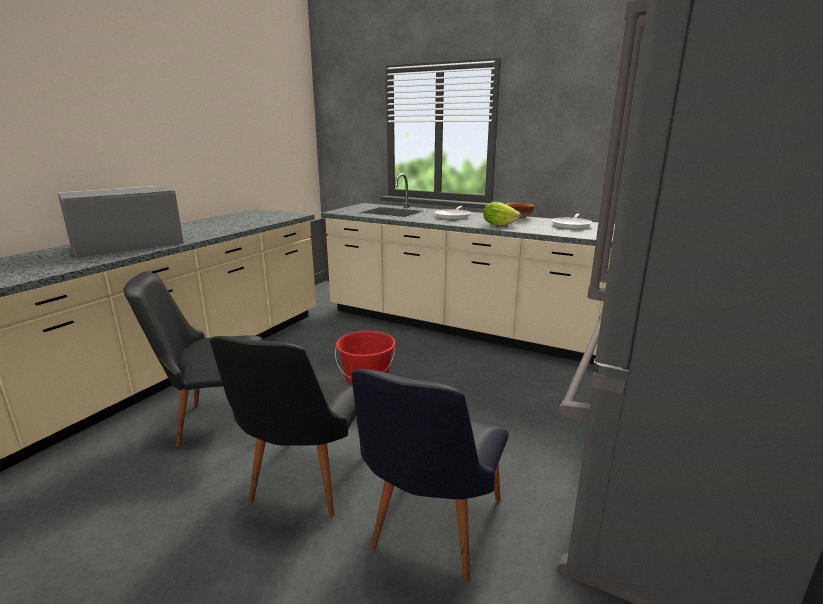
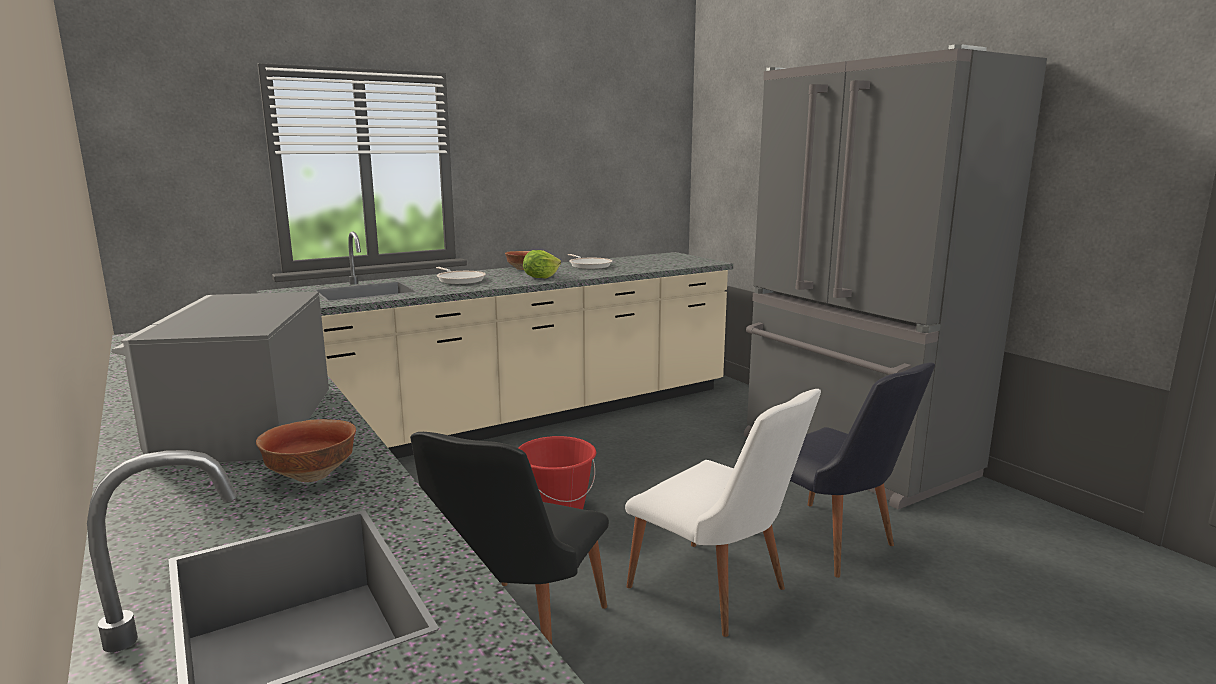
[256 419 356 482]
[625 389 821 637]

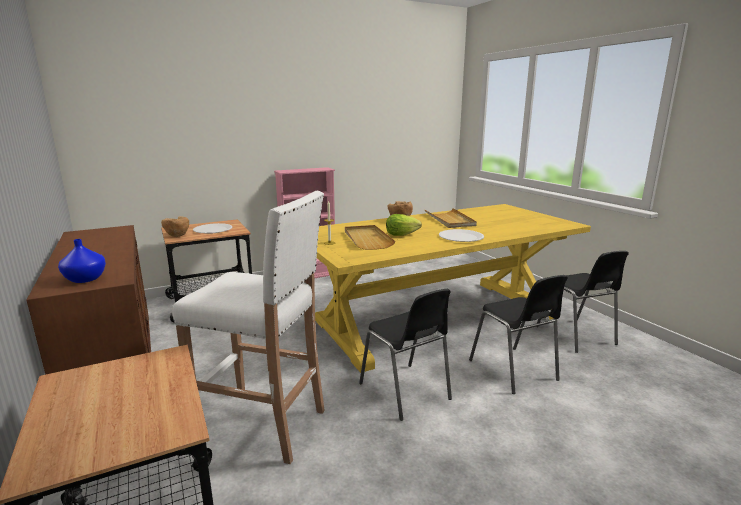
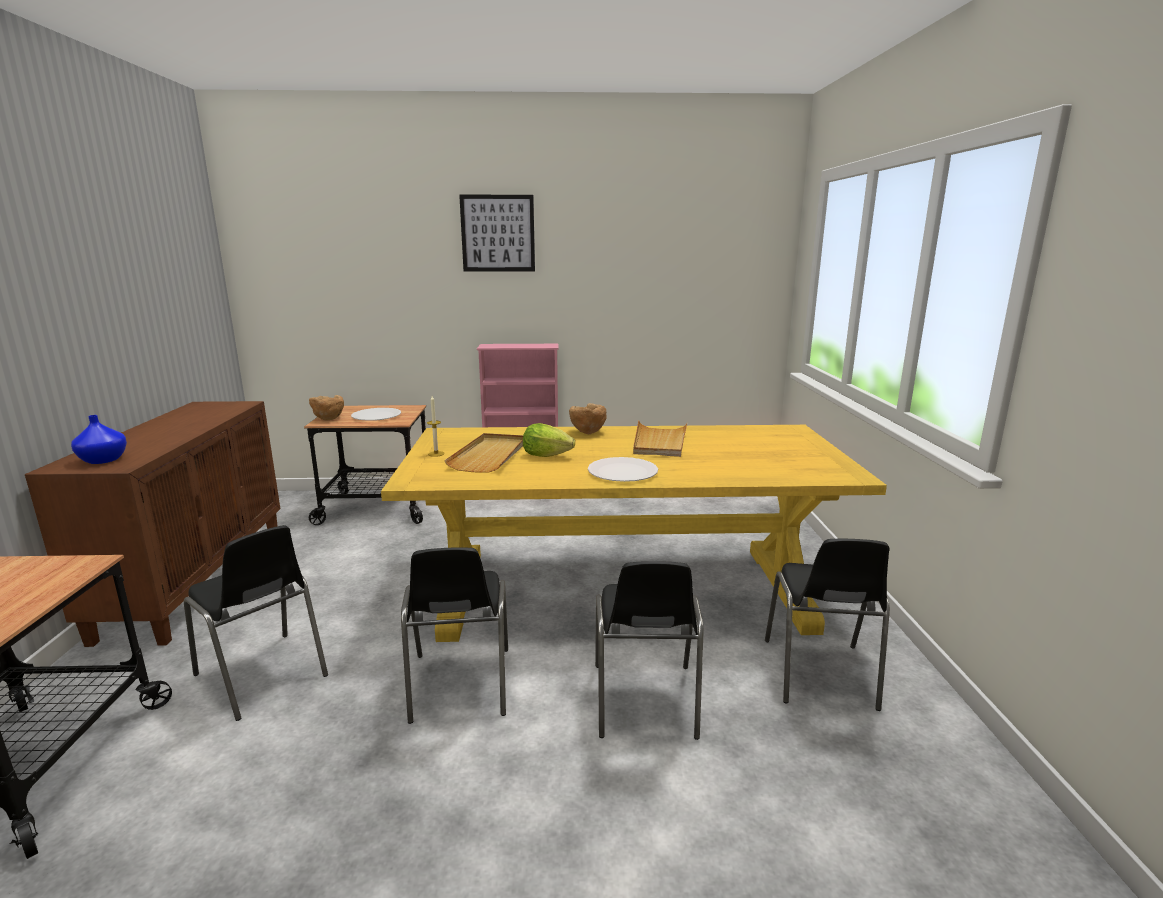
[184 525 328 721]
[459 195 535 272]

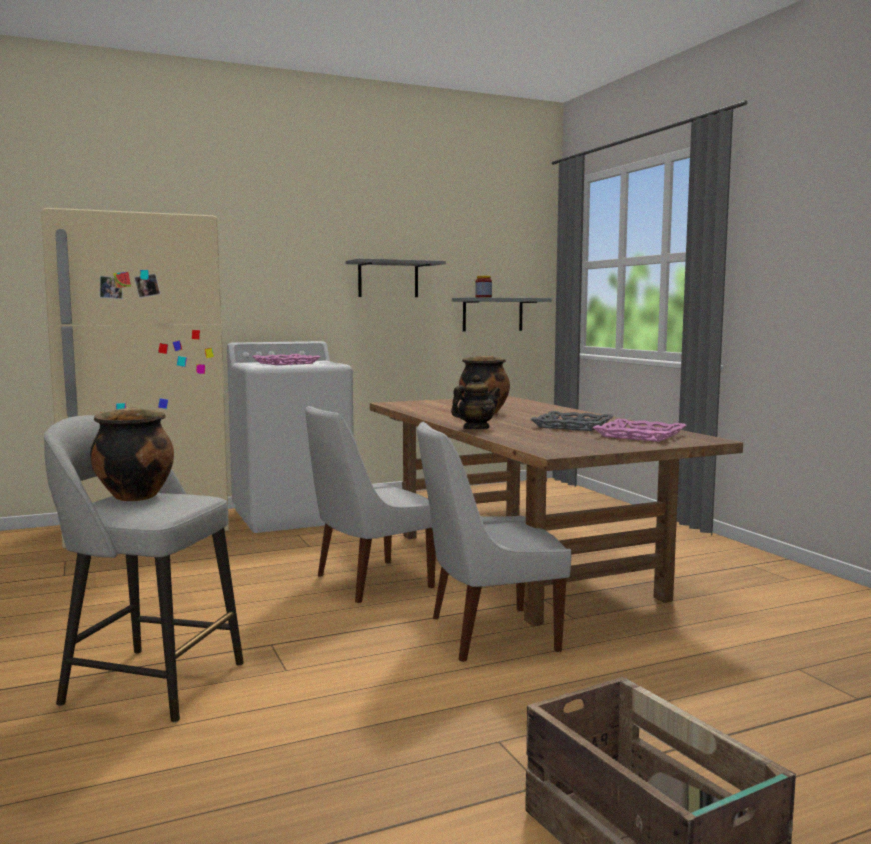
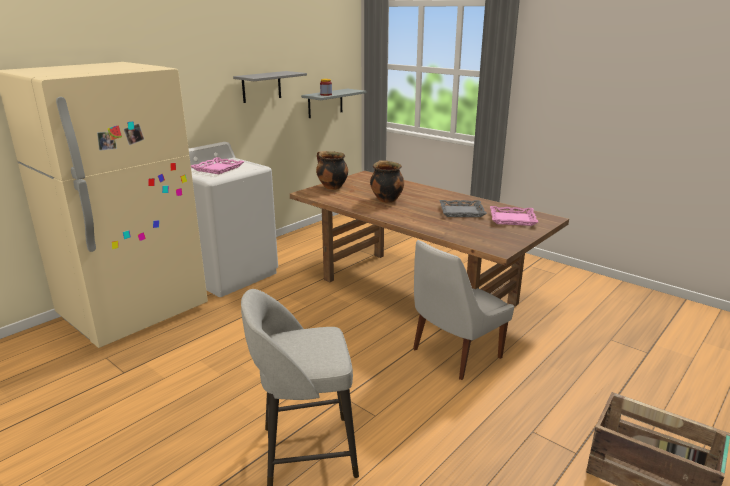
[316 151 348 190]
[305 406 436 603] (first image)
[451 375 500 429] (first image)

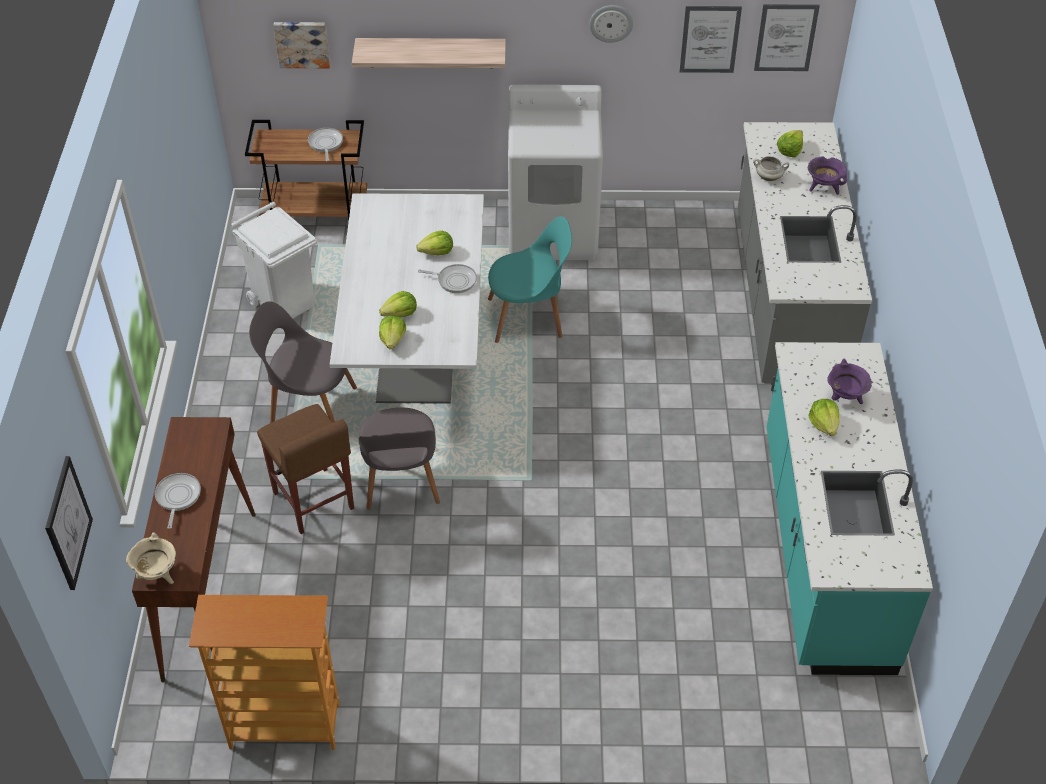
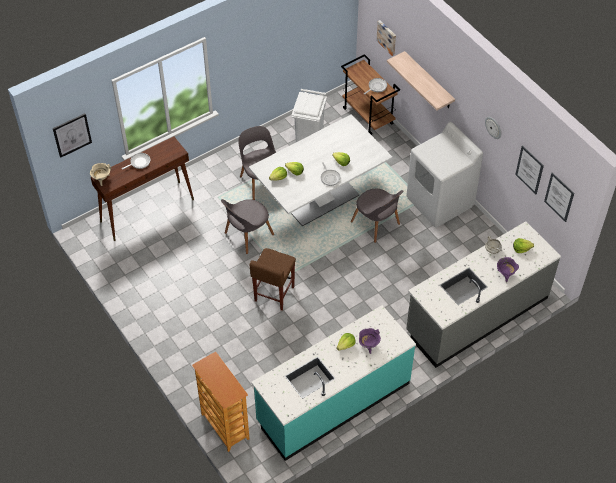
[192 351 249 452]
[250 248 296 311]
[351 189 403 243]

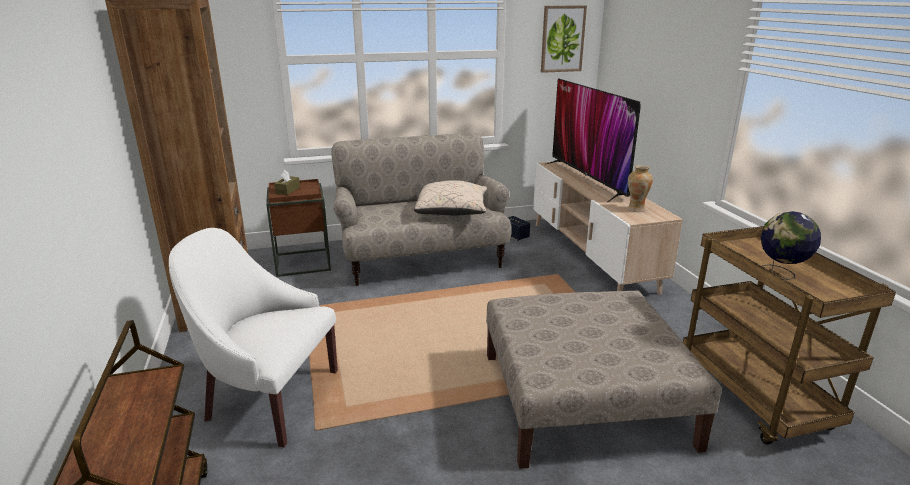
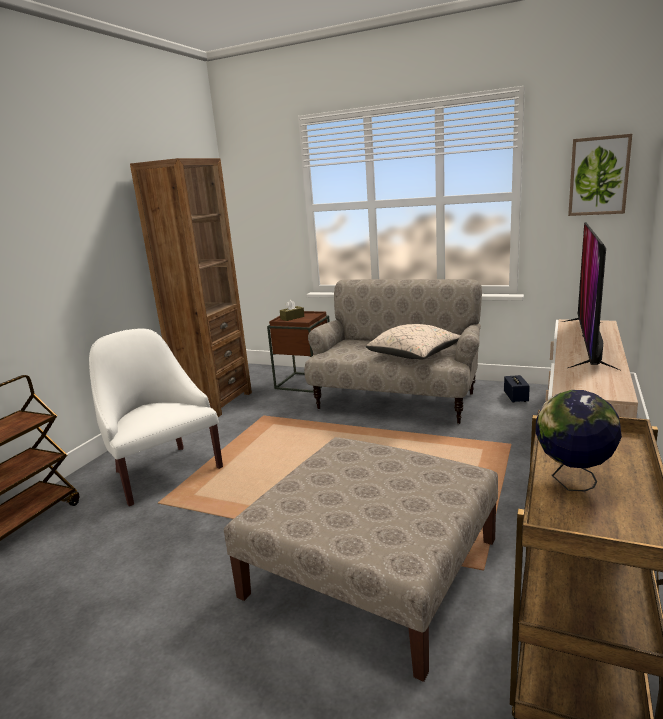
[628 165 653 212] (first image)

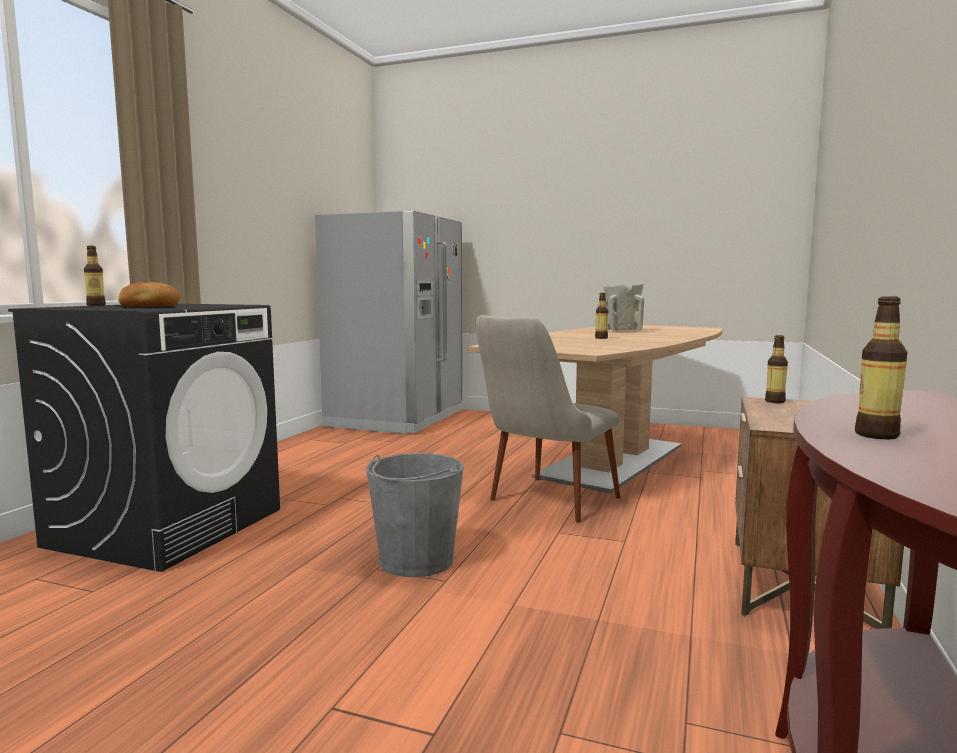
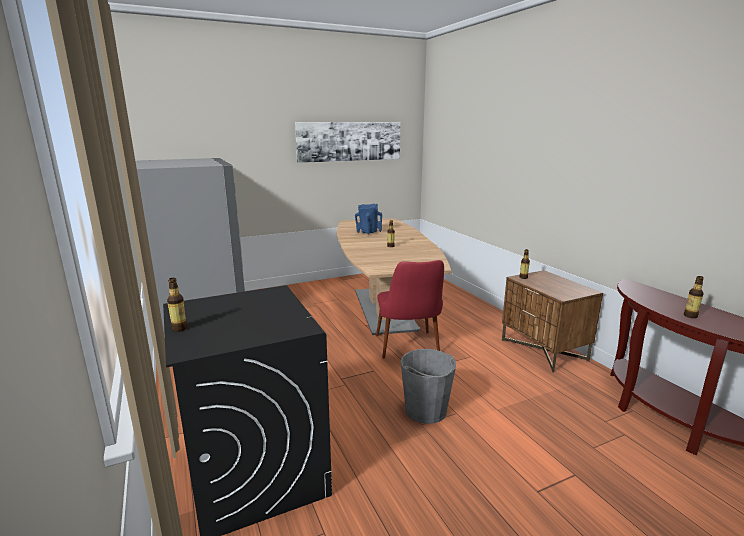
[295 122 400 163]
[355 204 382 234]
[376 260 444 359]
[118 282 180 306] (first image)

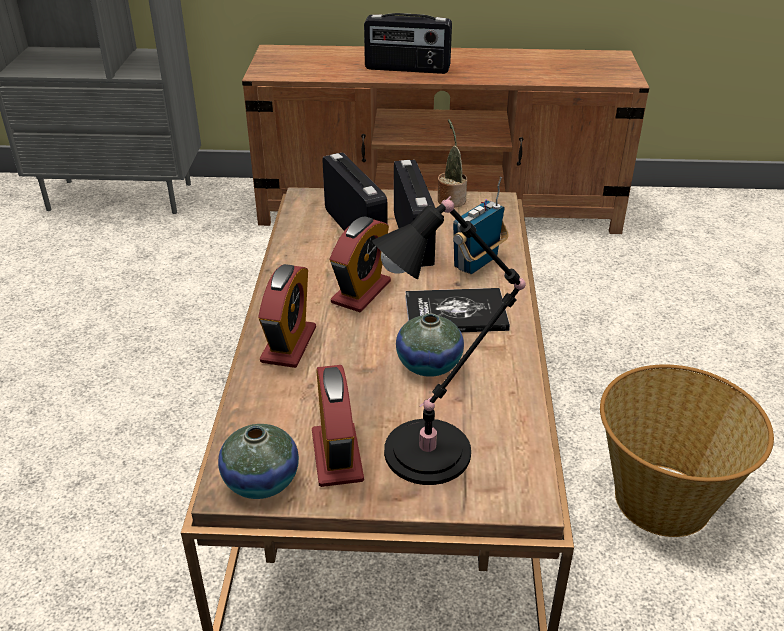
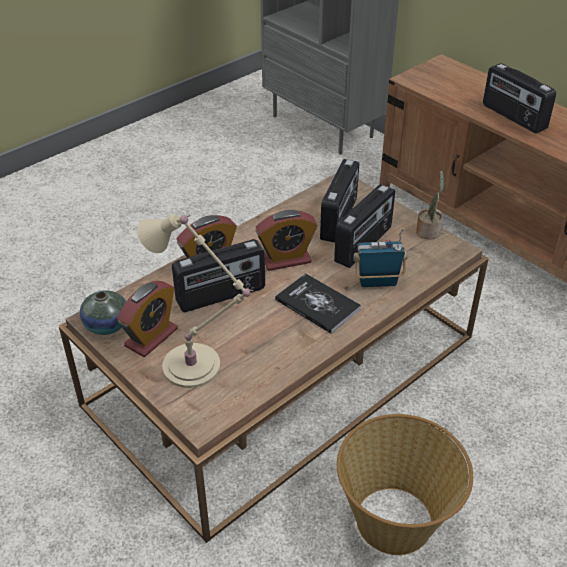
[137 214 254 388]
[172 239 265 312]
[396 314 464 377] (first image)

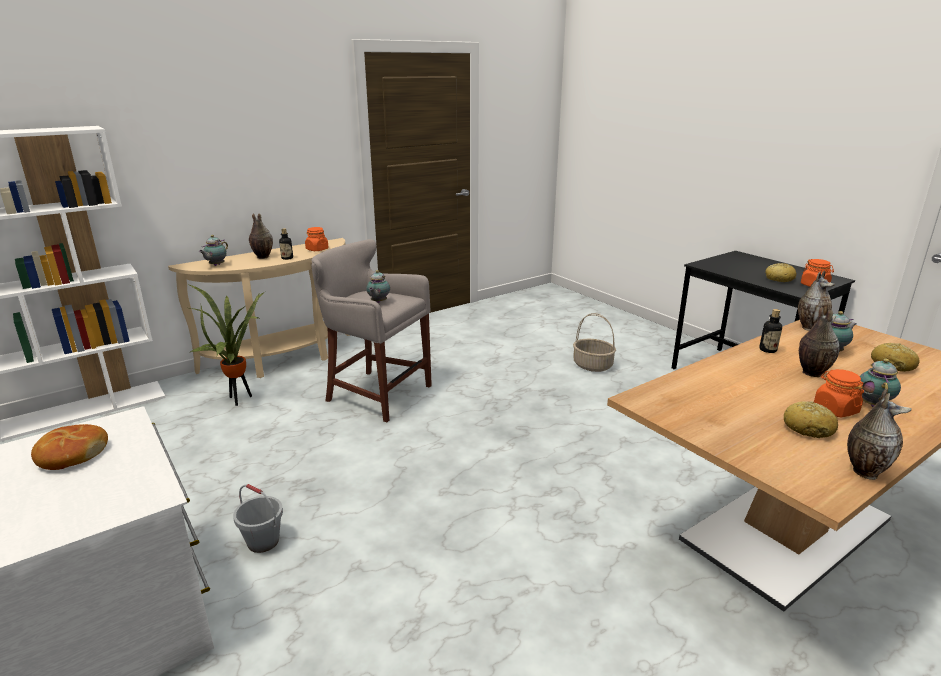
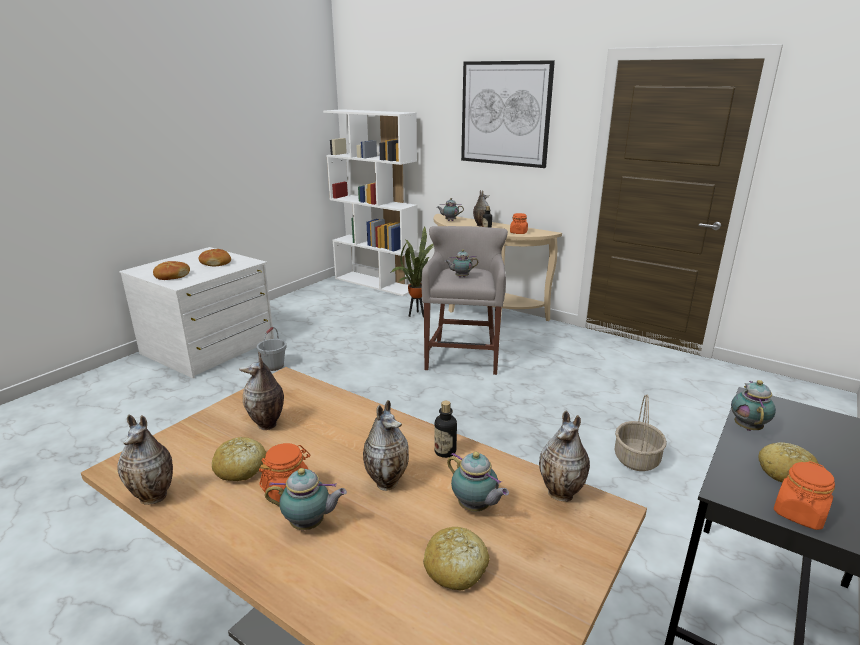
[153 261 190 280]
[239 352 284 430]
[461 60 555 168]
[731 380 776 431]

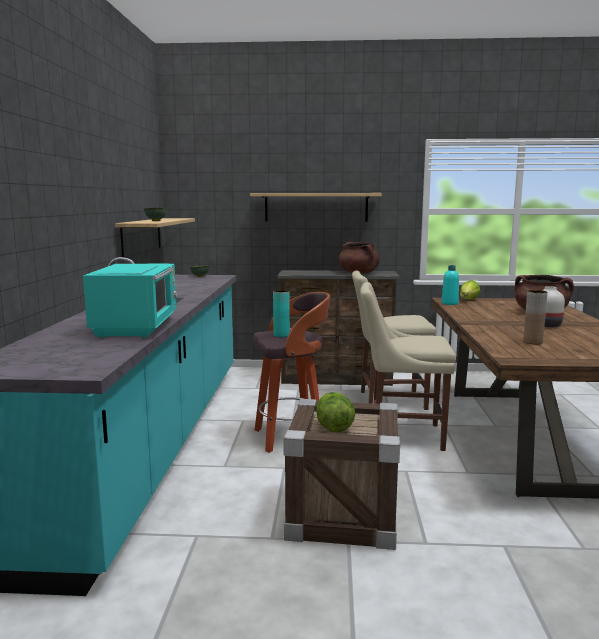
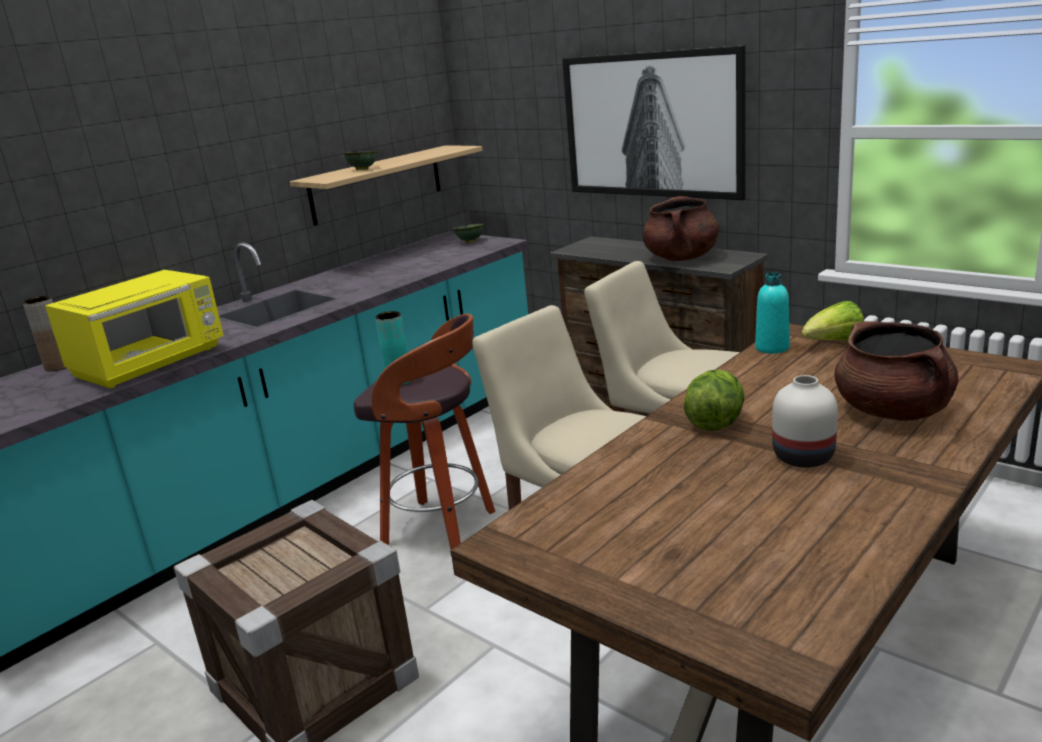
[23 296 66 371]
[45 270 223 389]
[562 45 745 200]
[684 369 744 431]

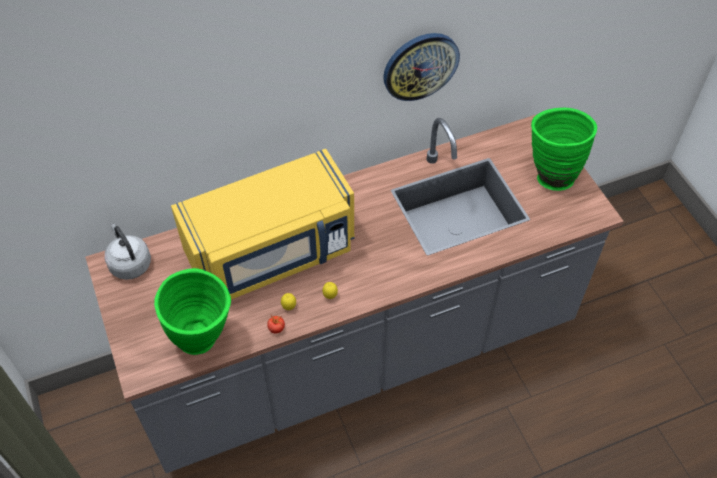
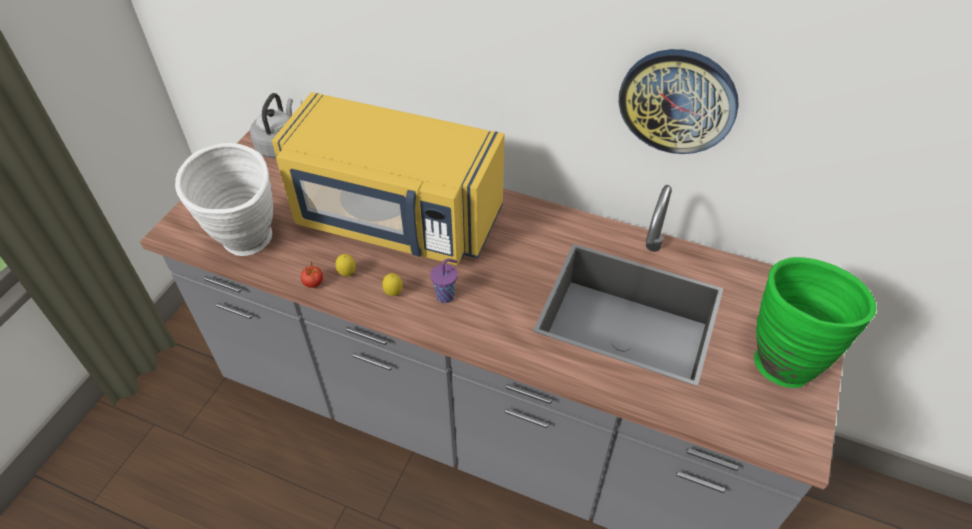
[175 143 274 256]
[430 258 457 303]

